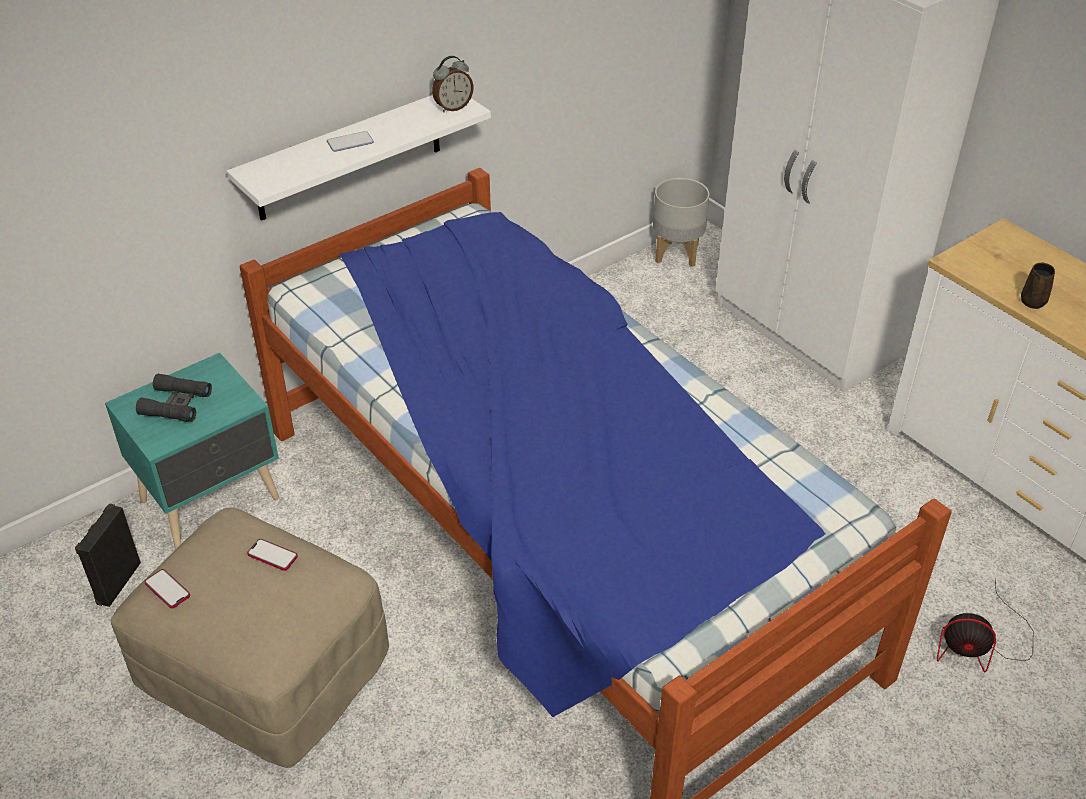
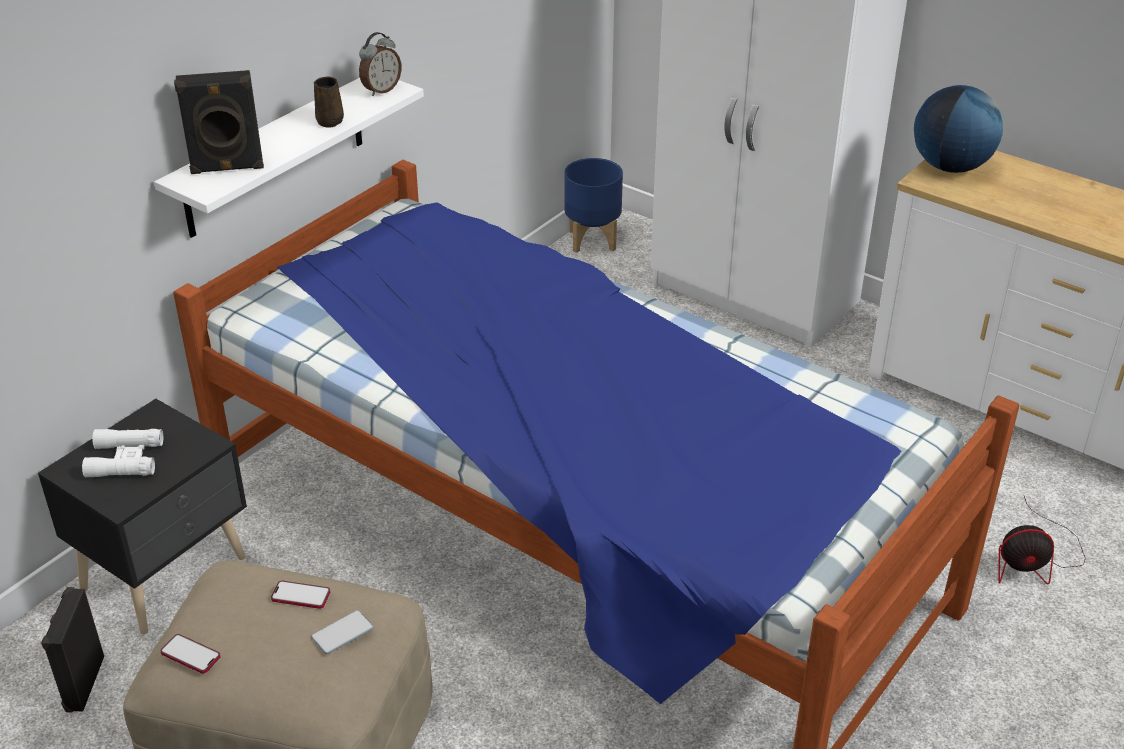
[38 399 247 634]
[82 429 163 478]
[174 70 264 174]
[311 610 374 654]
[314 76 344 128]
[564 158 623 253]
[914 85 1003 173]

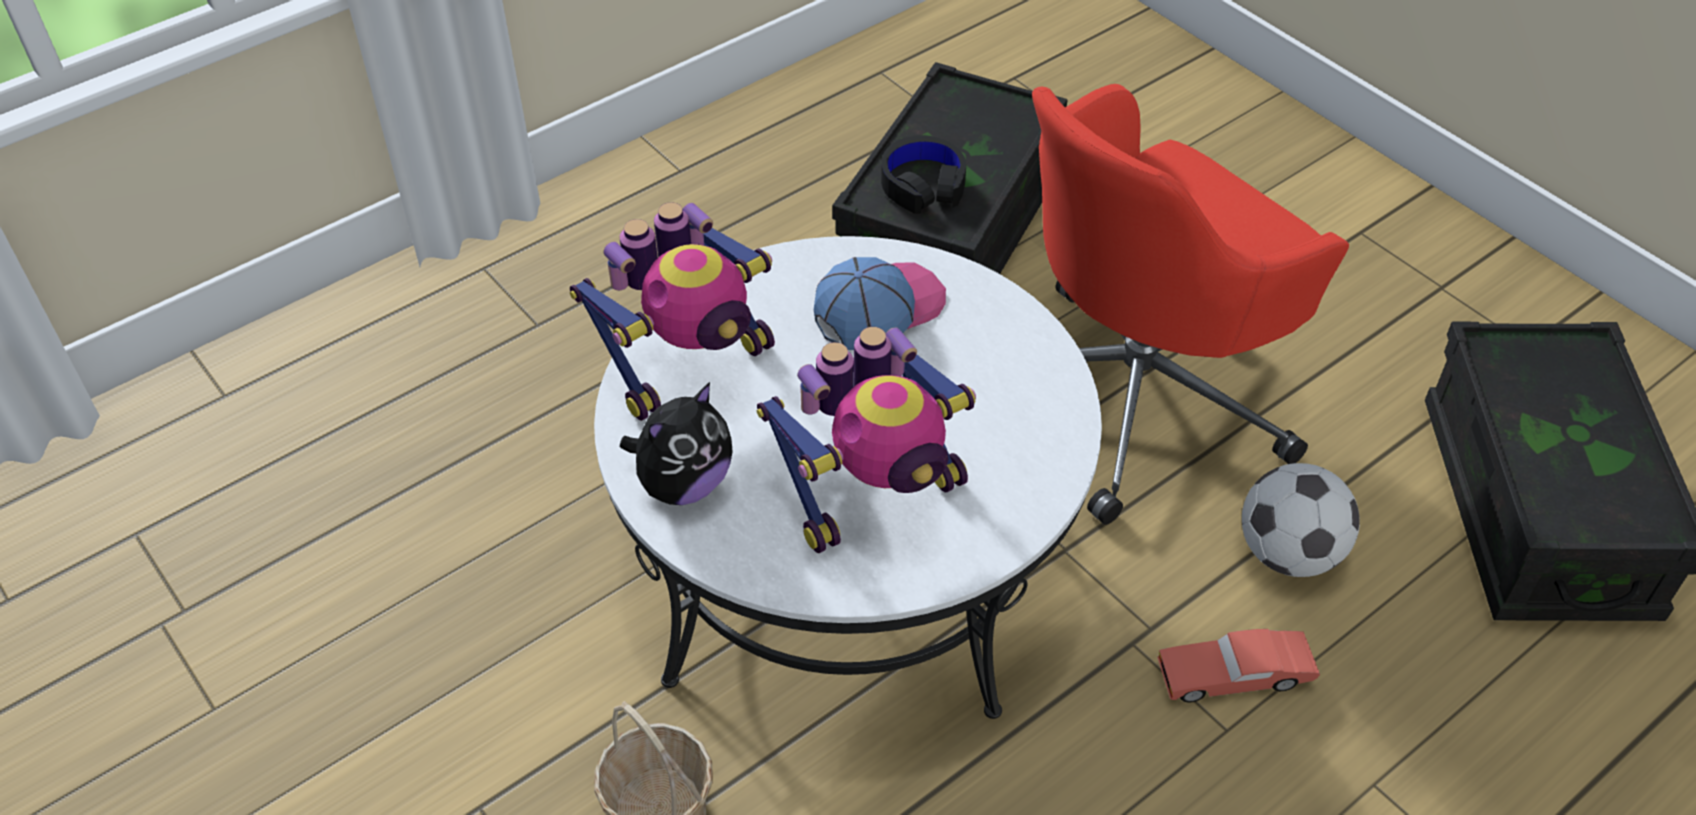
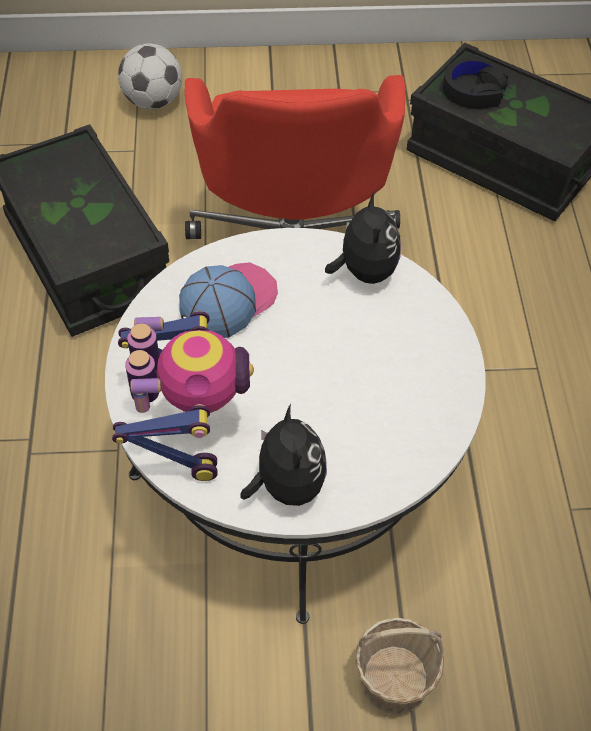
[118 43 182 109]
[179 262 278 338]
[325 191 401 284]
[443 58 508 109]
[757 327 976 553] (first image)
[1157 629 1320 703] (first image)

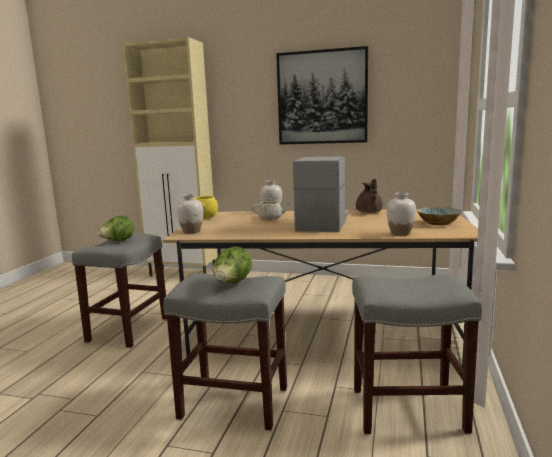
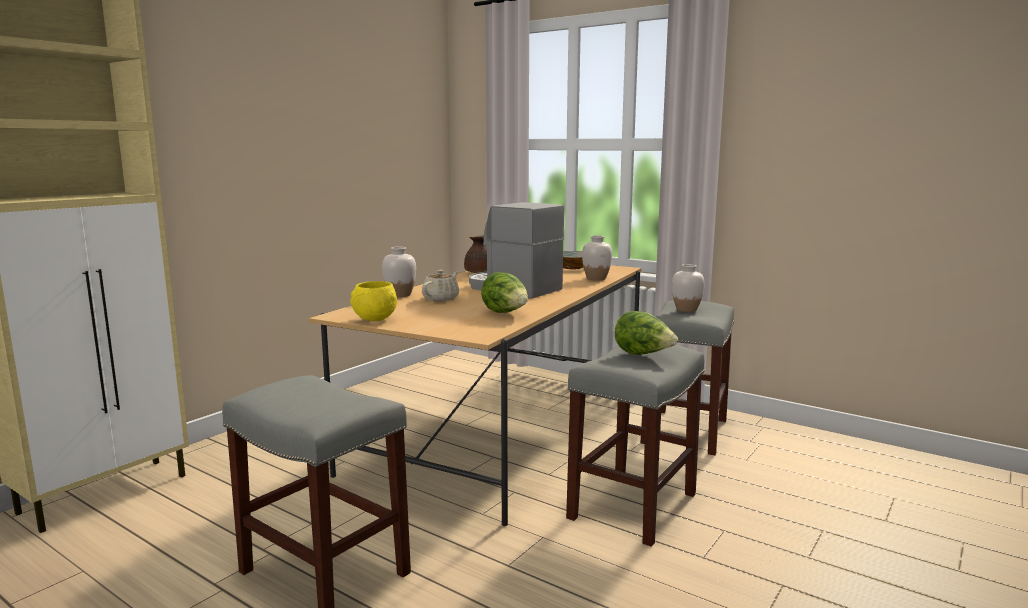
[481 272 528 313]
[672 264 705 312]
[276 46 368 145] (first image)

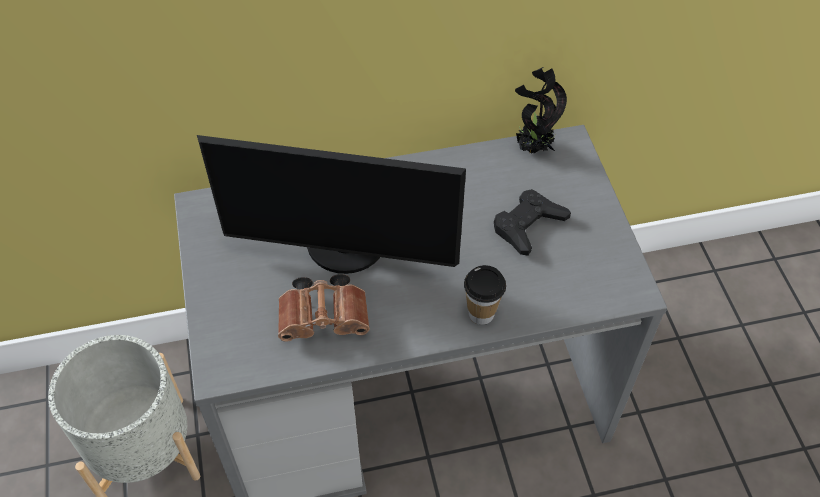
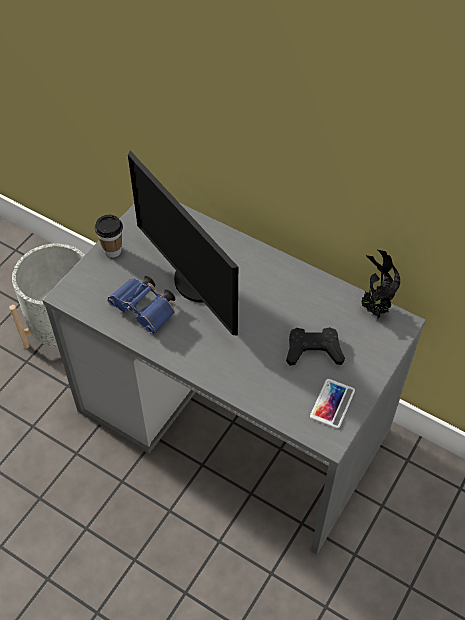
[95 215 123 258]
[108 276 175 334]
[310 379 355 428]

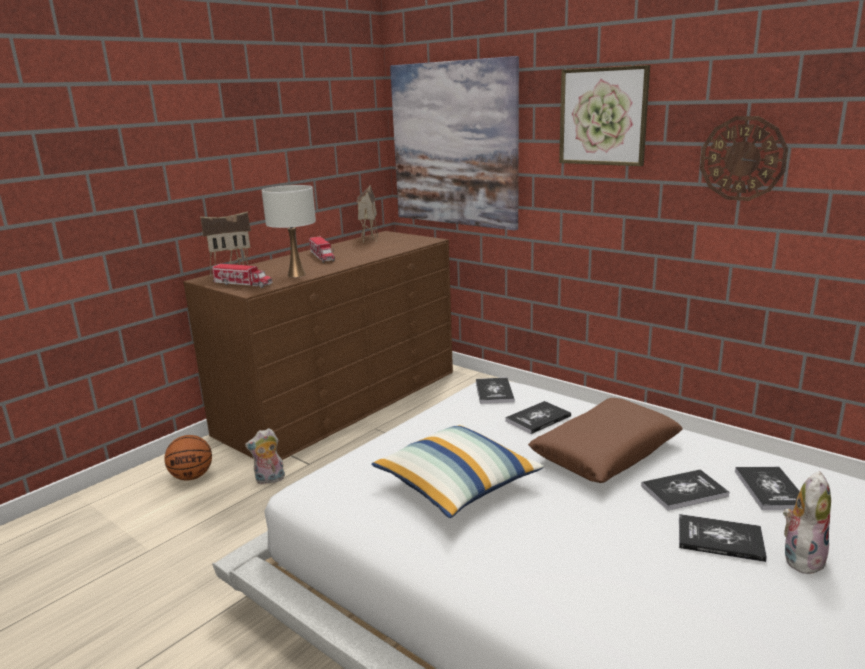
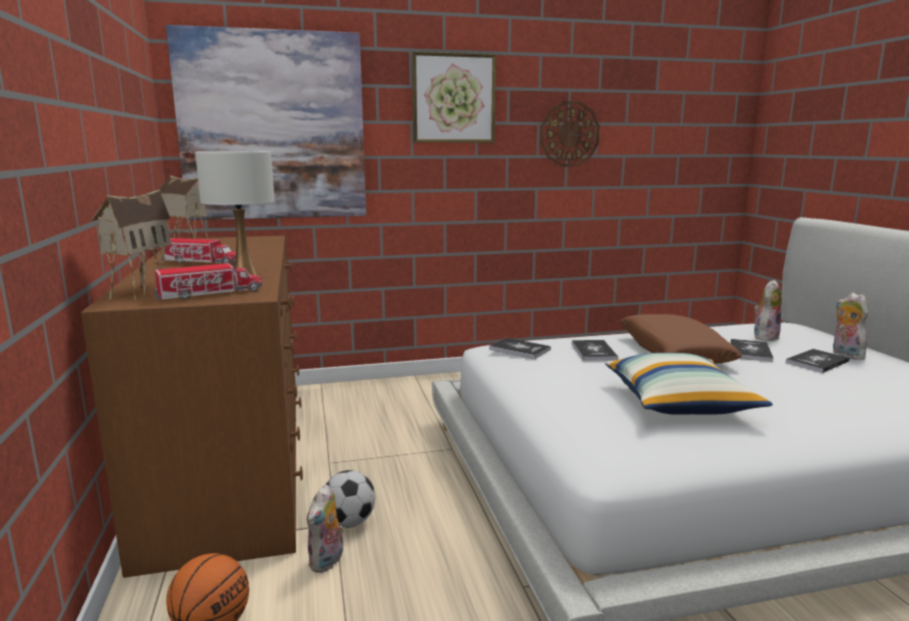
[326 470 375 528]
[754 280 782 341]

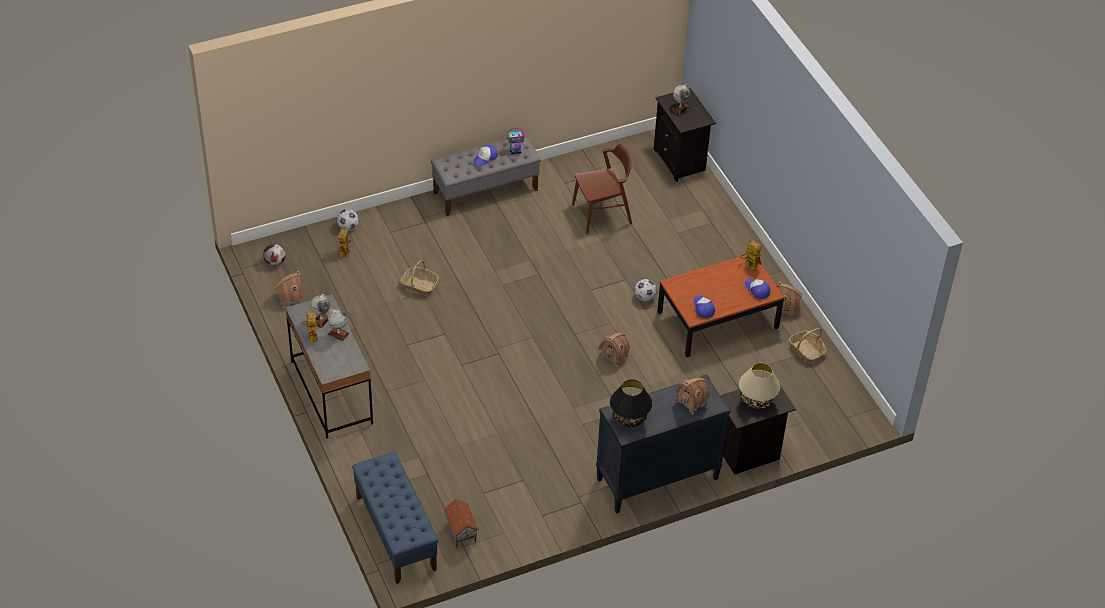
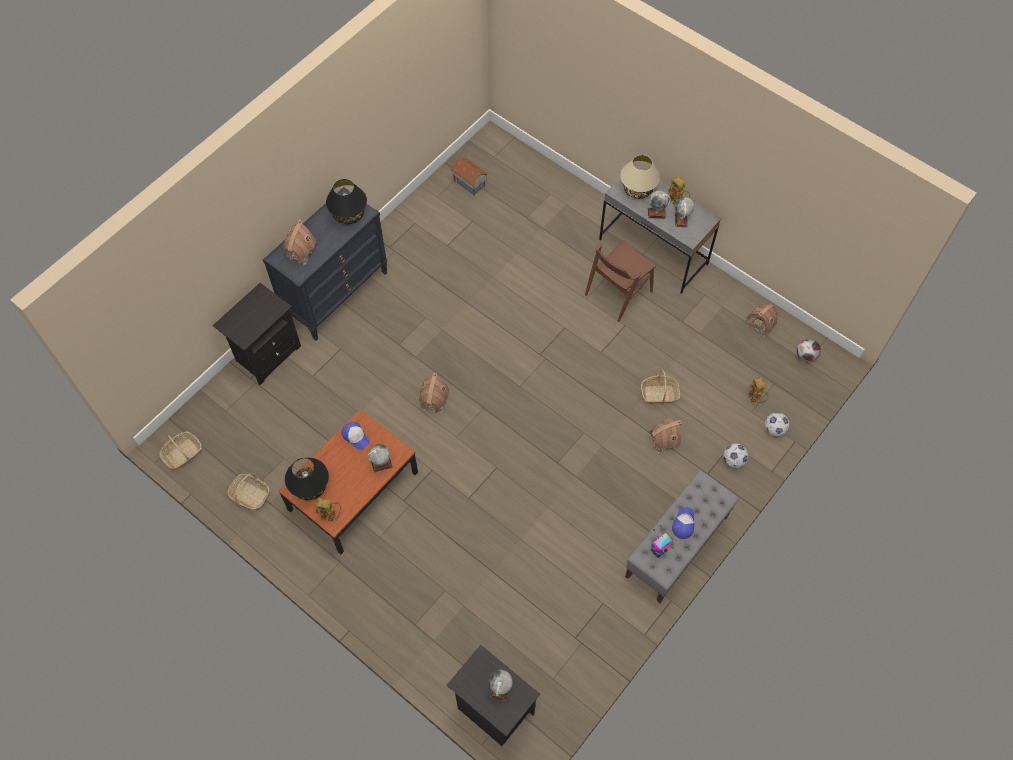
[159 431 202 469]
[285 458 329 500]
[367 444 393 472]
[585 240 656 322]
[620 155 660 199]
[650 418 682 453]
[723 444 748 468]
[352 452 438 584] (first image)

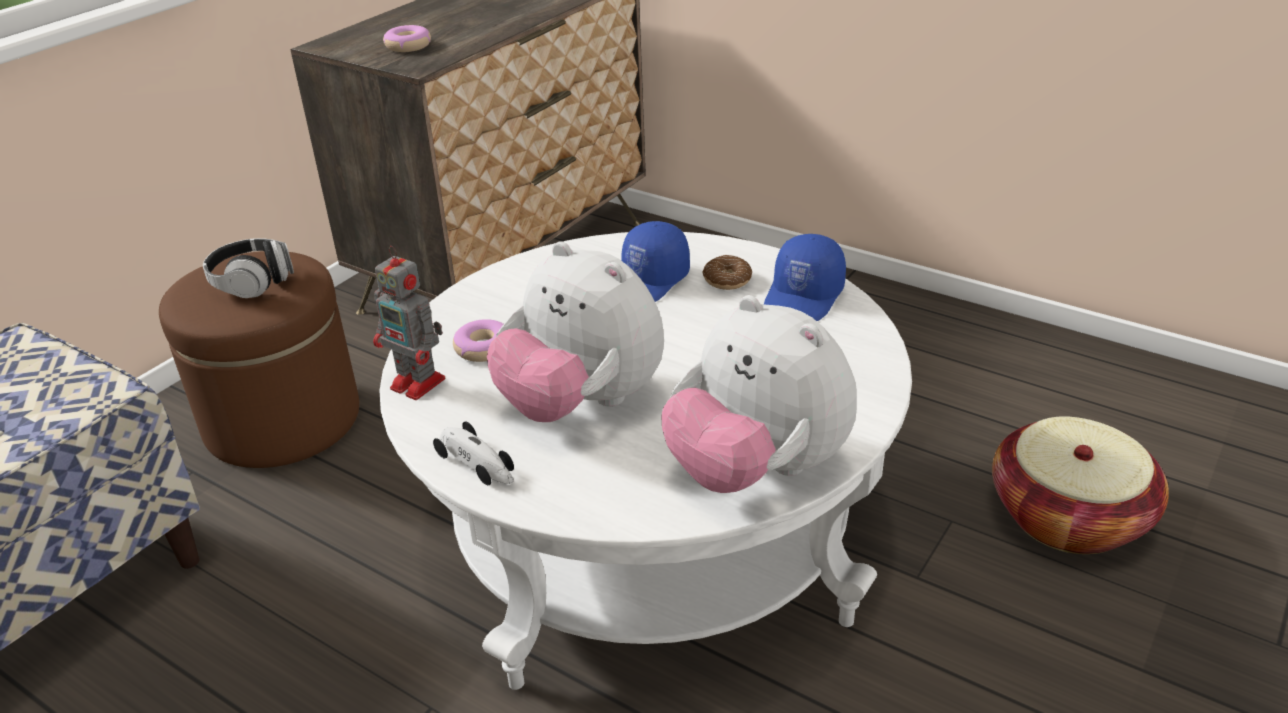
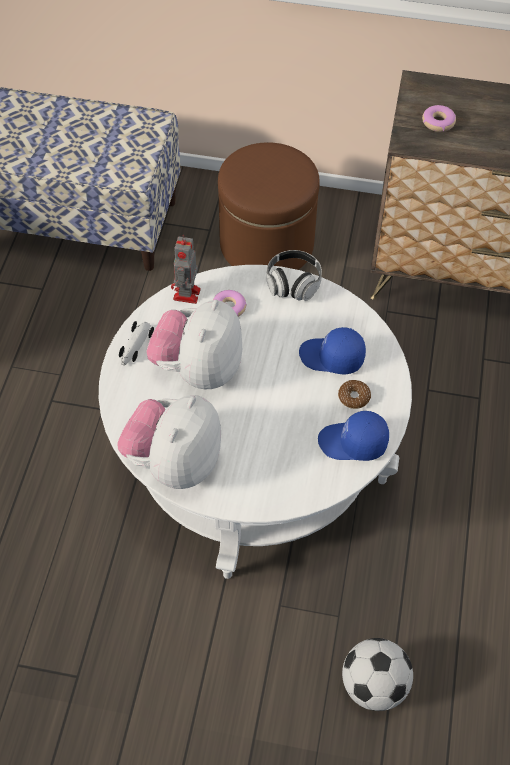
[266 250 322 301]
[342 638 413 711]

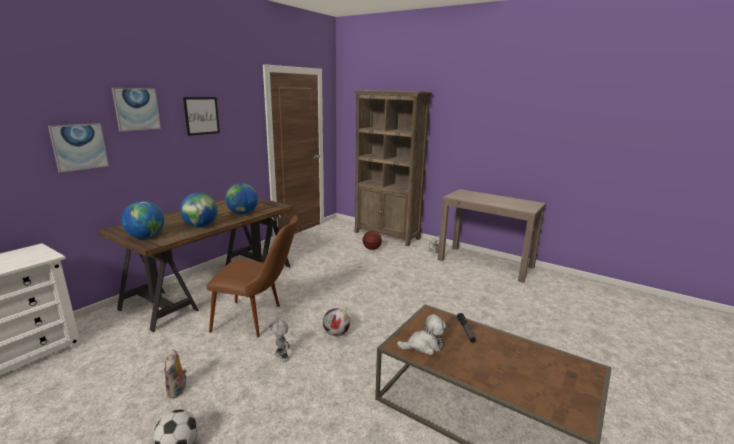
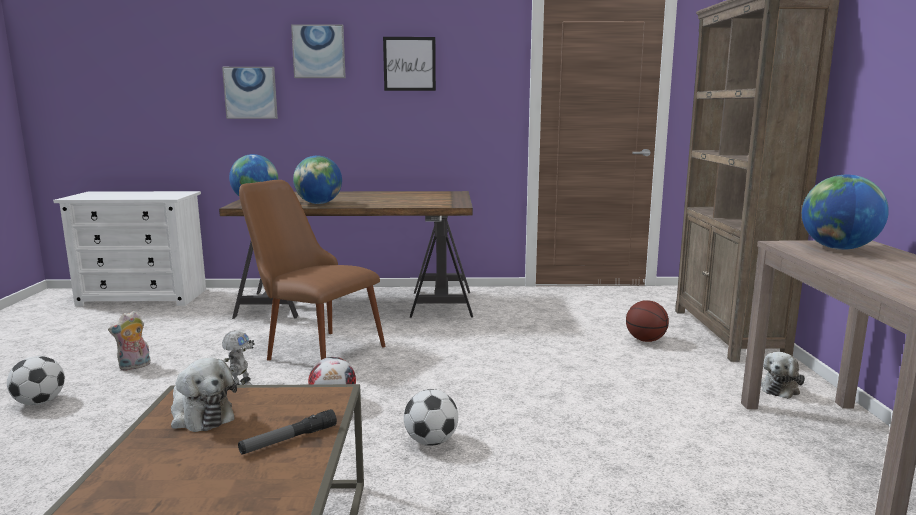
[239 180 386 361]
[404 389 458 446]
[802 175 889 250]

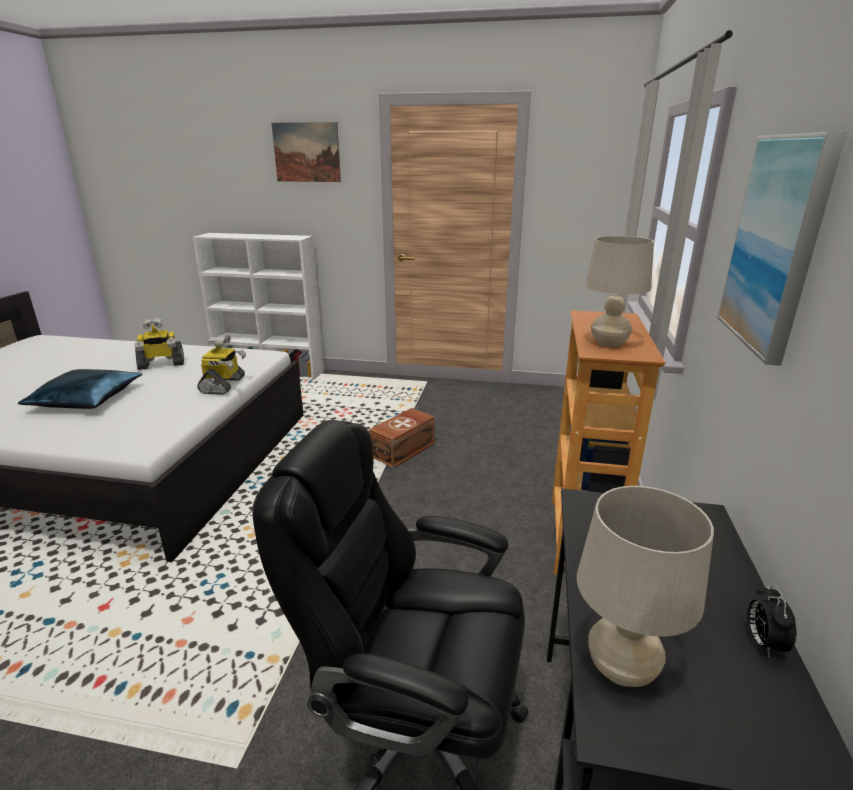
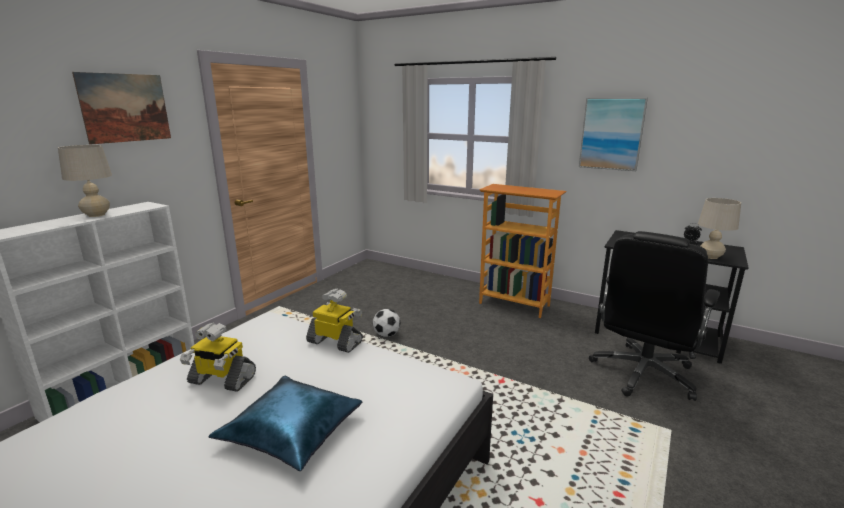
[58 145 112 217]
[180 322 256 392]
[373 309 401 337]

